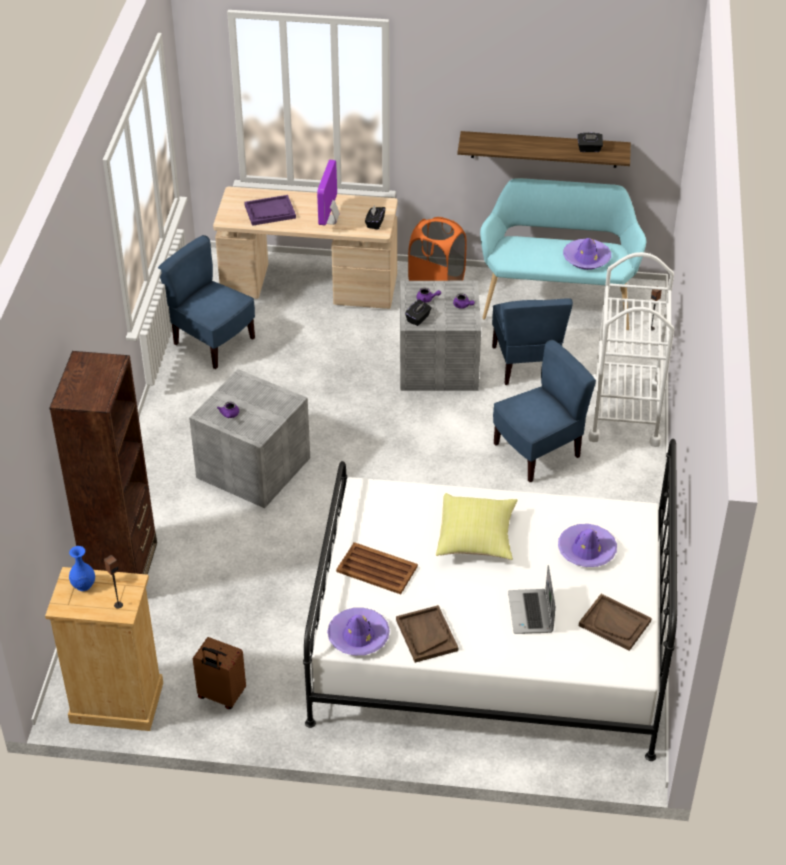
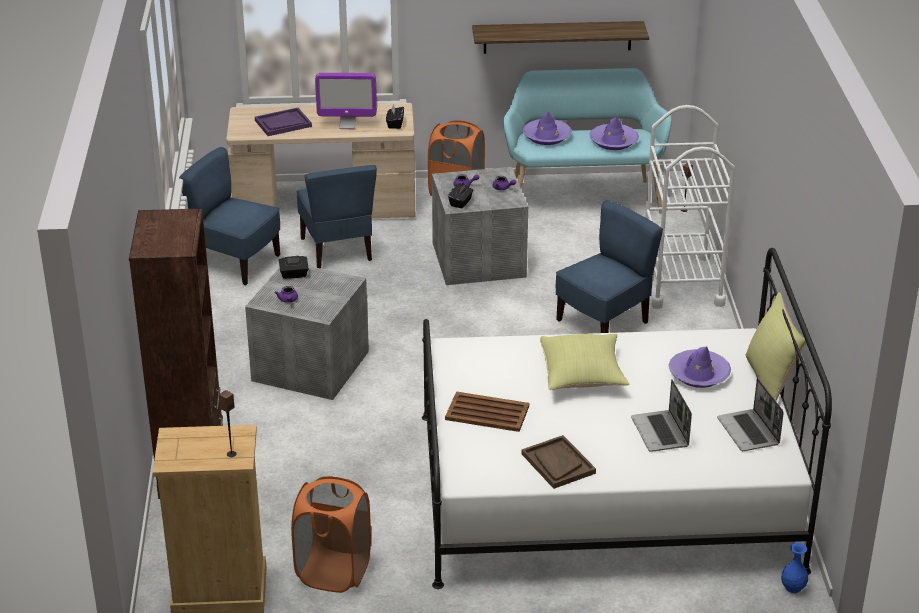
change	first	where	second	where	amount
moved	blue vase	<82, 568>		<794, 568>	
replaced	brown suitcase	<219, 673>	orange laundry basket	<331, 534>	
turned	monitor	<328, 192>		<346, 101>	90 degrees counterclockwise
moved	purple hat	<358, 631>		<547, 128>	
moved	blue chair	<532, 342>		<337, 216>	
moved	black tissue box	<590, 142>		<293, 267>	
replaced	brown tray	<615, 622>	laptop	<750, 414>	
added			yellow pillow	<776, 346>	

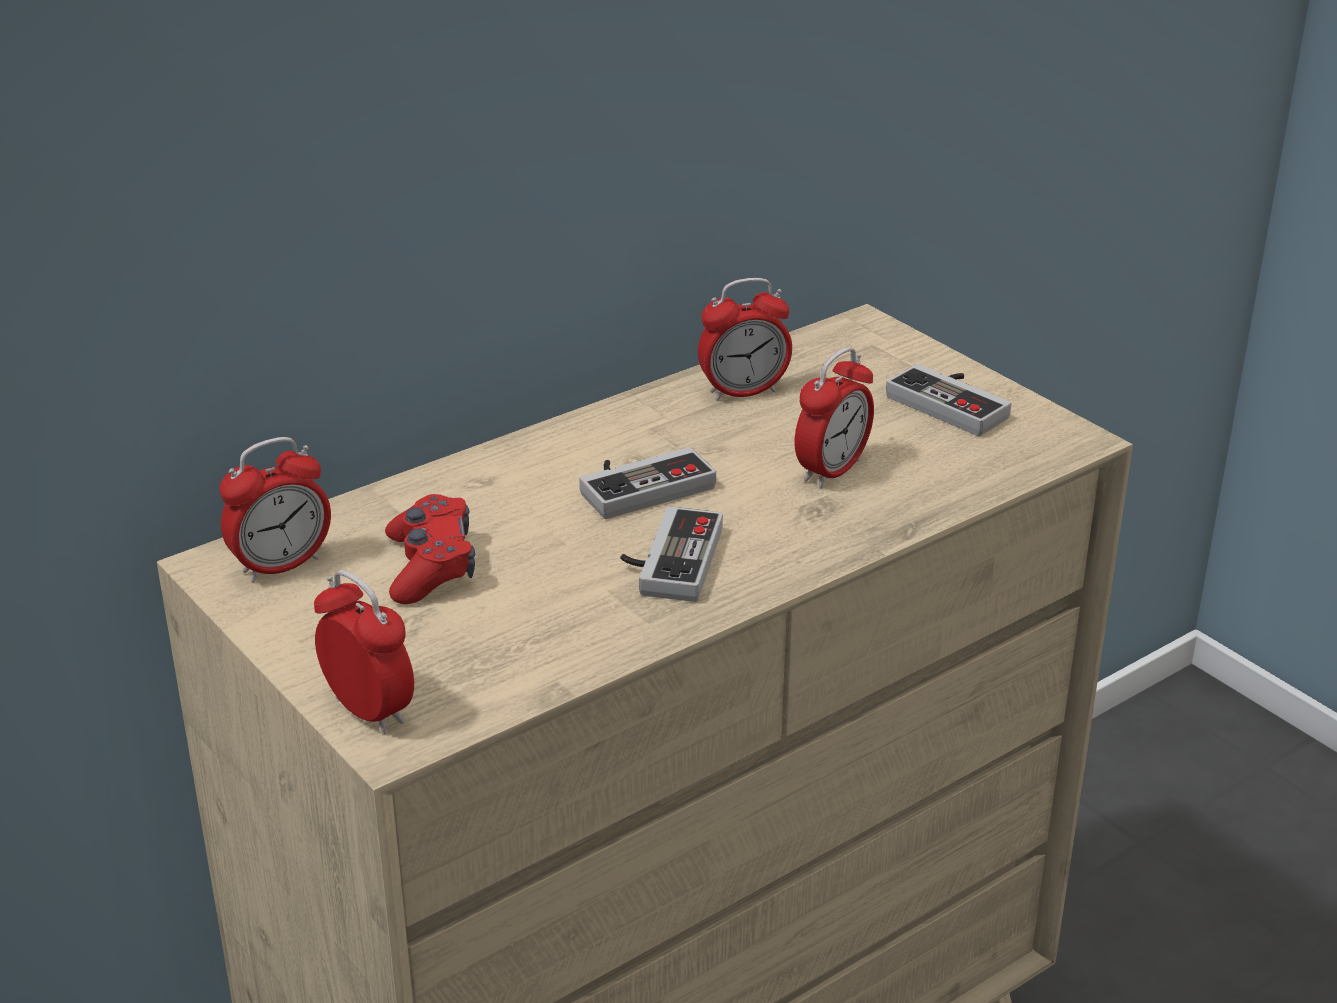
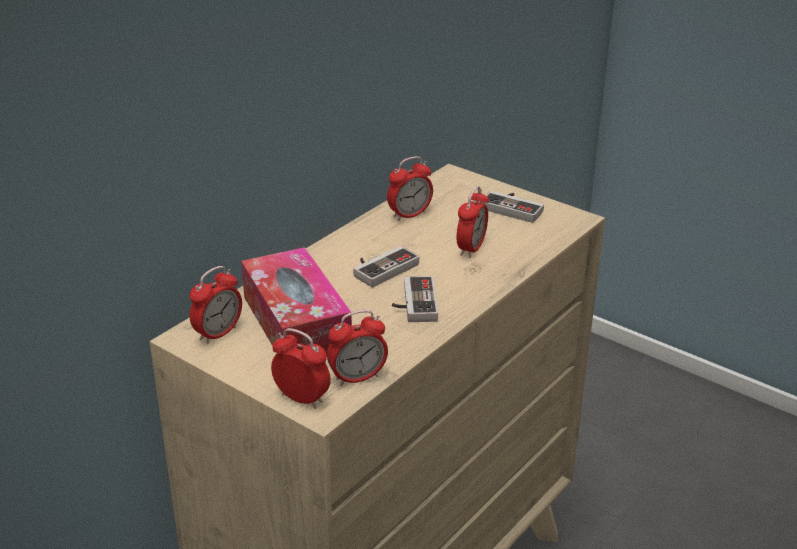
change	first	where	second	where	amount
replaced	red game controller	<430, 549>	tissue box	<296, 301>	
added			alarm clock	<357, 348>	

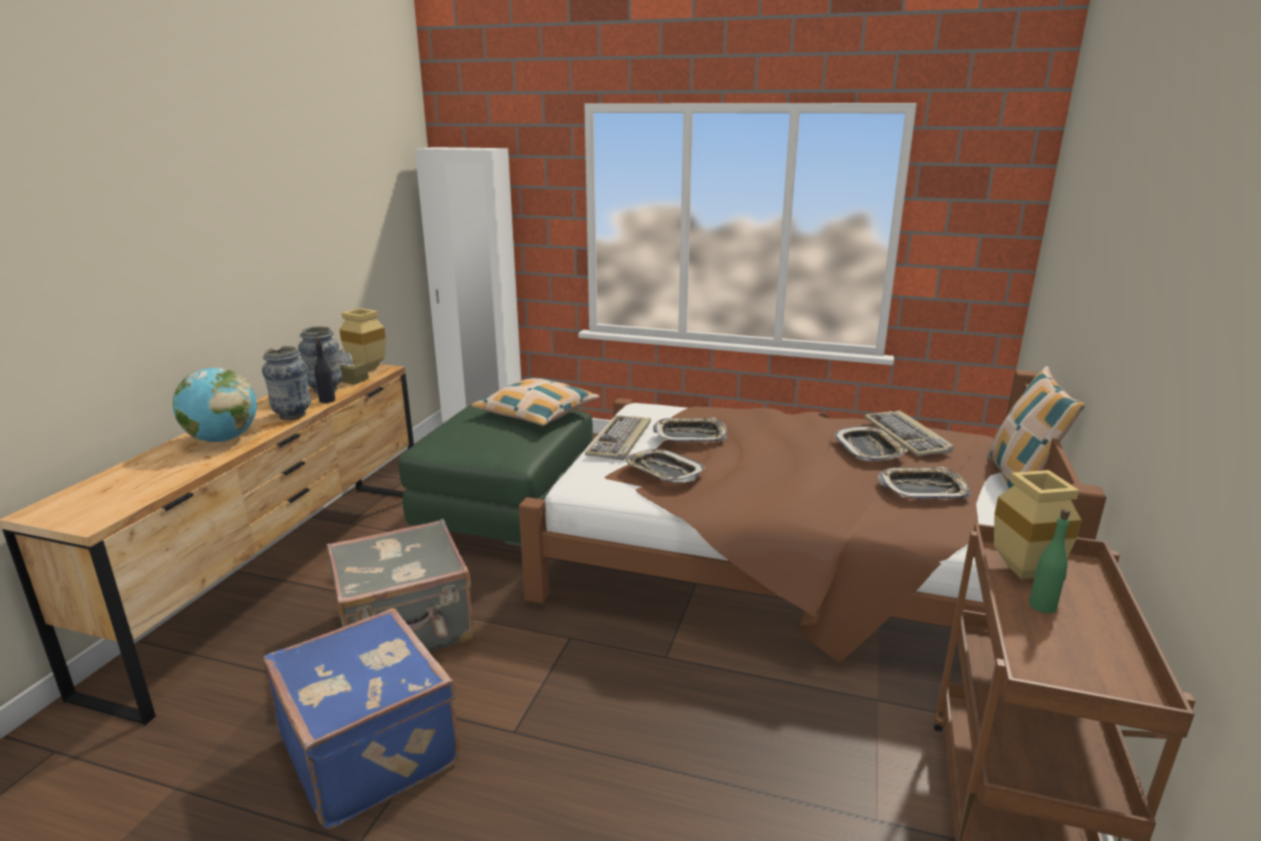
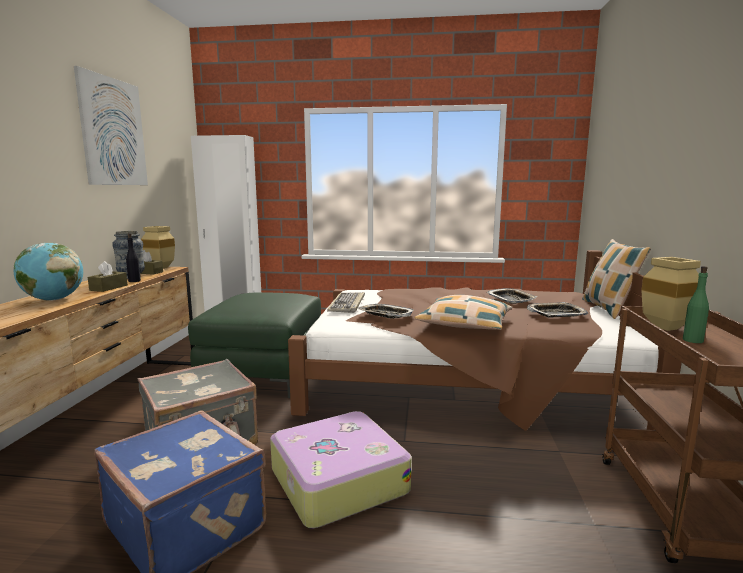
change	first	where	second	where	amount
replaced	vase	<286, 383>	brown tissue box	<108, 276>	
moved	pillow	<536, 402>		<463, 312>	
removed	tray	<690, 430>			
removed	keyboard	<909, 433>			
added			picture	<111, 125>	
added			suitcase	<340, 469>	

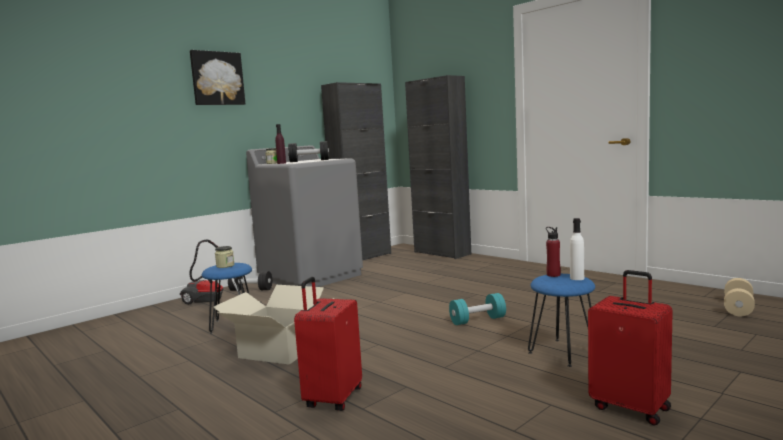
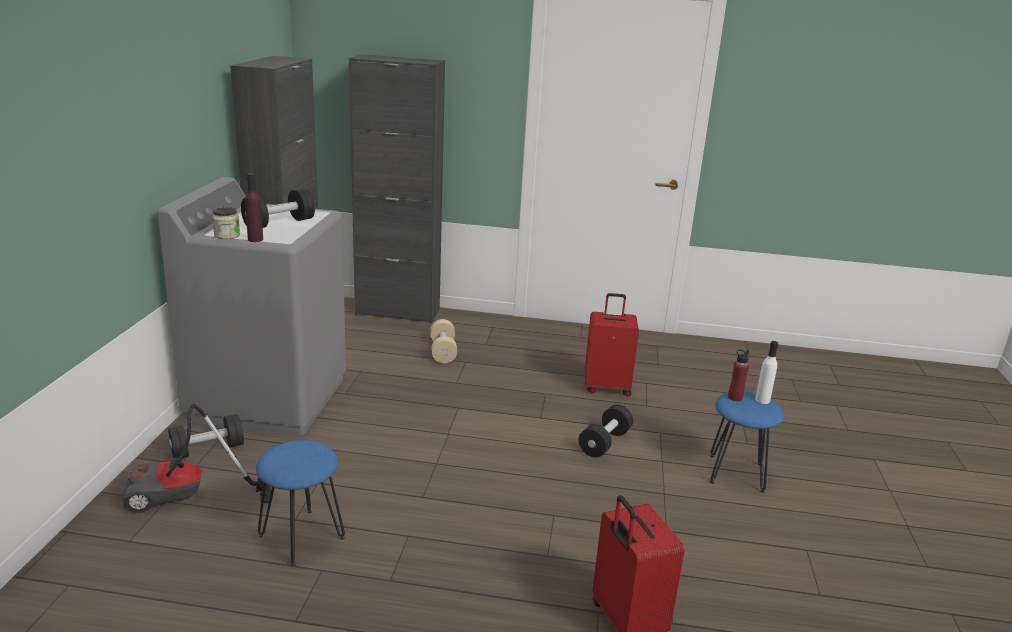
change	first	where	second	where	amount
removed	picture	<218, 77>			
removed	cardboard box	<273, 325>			
removed	jar	<224, 257>			
recoloured	turquoise dumbbell	<477, 309>	black dumbbell	<606, 431>	
moved	red suitcase	<630, 348>		<612, 345>	
moved	beige dumbbell	<739, 297>		<444, 341>	

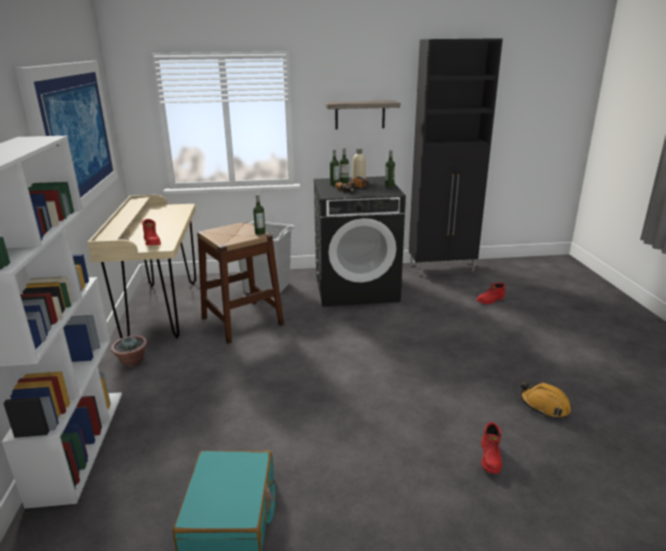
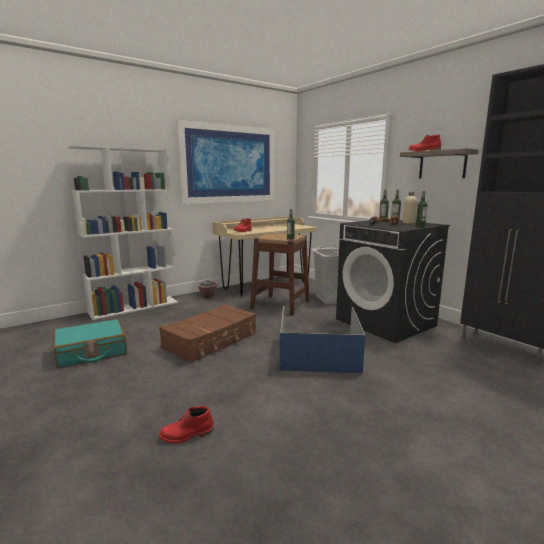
change	first	where	second	where	amount
moved	red boot	<490, 293>		<424, 143>	
removed	orange hard hat	<545, 400>			
added			brown suitcase	<207, 333>	
added			blue storage box	<322, 339>	

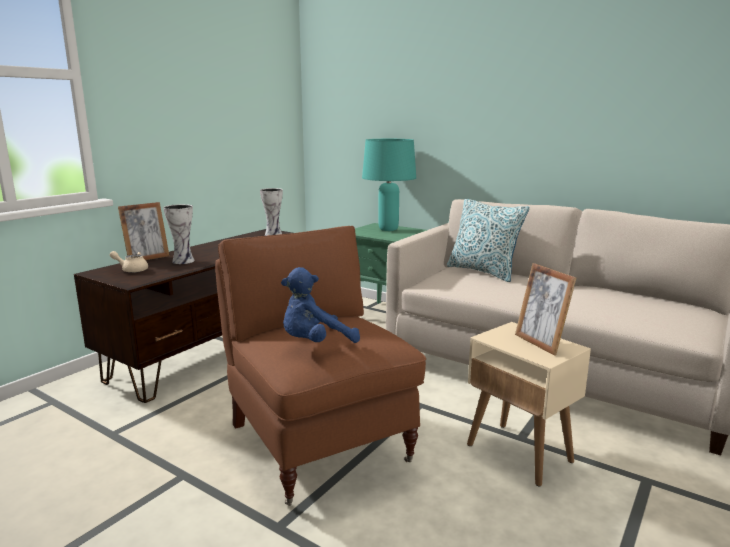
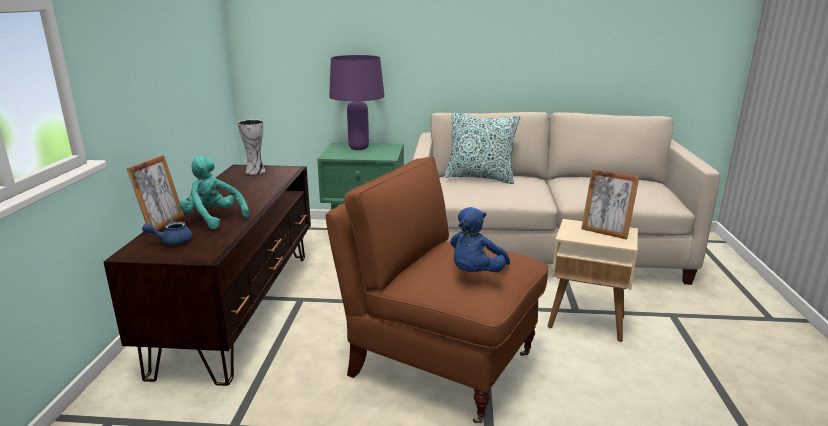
change	first	where	second	where	amount
recoloured	beige teapot	<129, 262>	blue teapot	<167, 232>	
replaced	vase	<179, 234>	turquoise plush toy	<214, 192>	
recoloured	turquoise table lamp	<389, 185>	purple table lamp	<357, 102>	

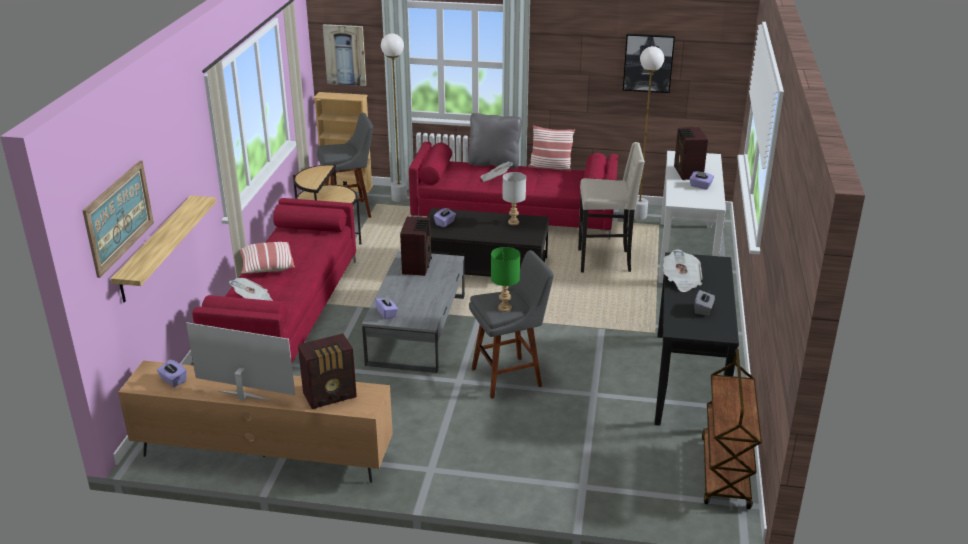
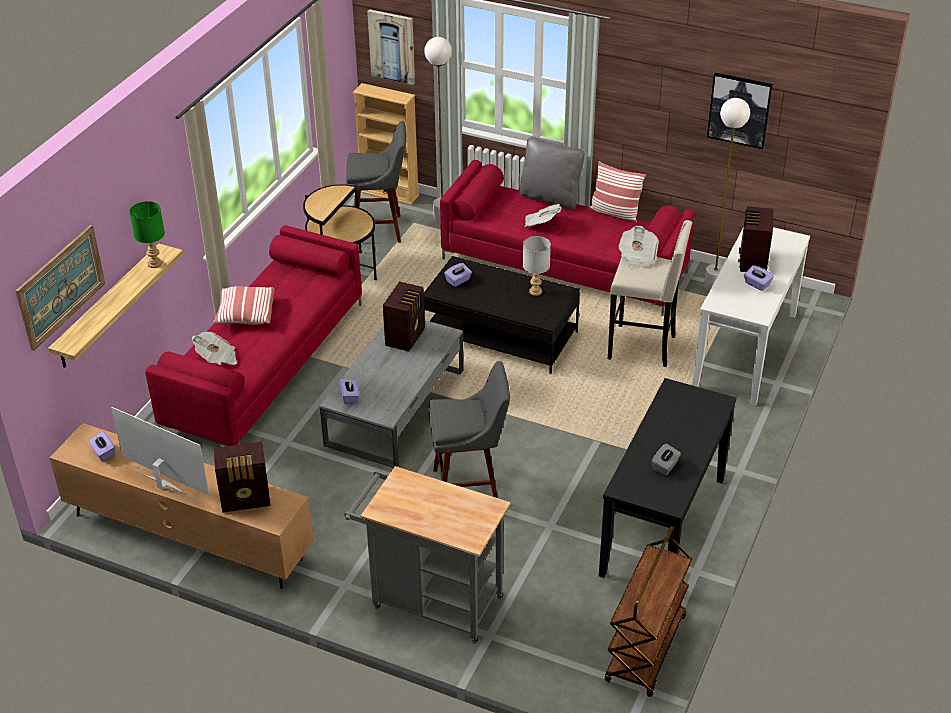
change	first	where	second	where	amount
moved	green table lamp	<505, 279>		<147, 234>	
moved	newspaper	<682, 271>		<638, 248>	
added			grey cart	<427, 555>	

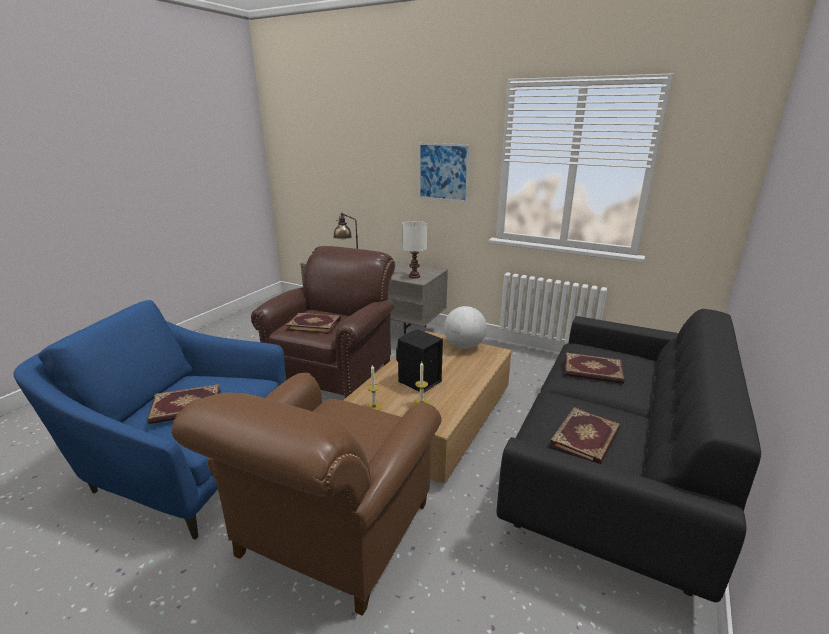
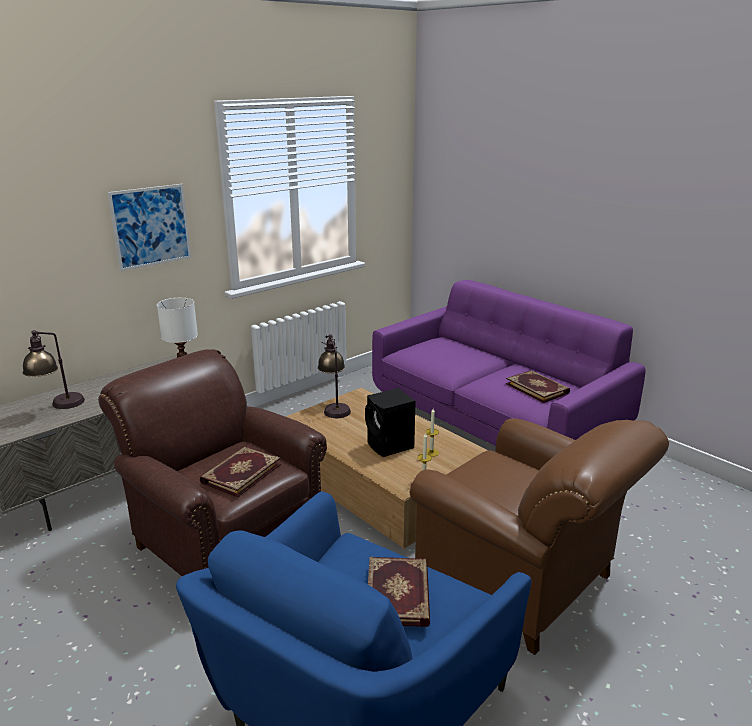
change	first	where	second	where	amount
replaced	globe	<465, 327>	table lamp	<334, 376>	
recoloured	black sofa	<629, 455>	purple sofa	<509, 363>	
removed	book	<595, 368>			

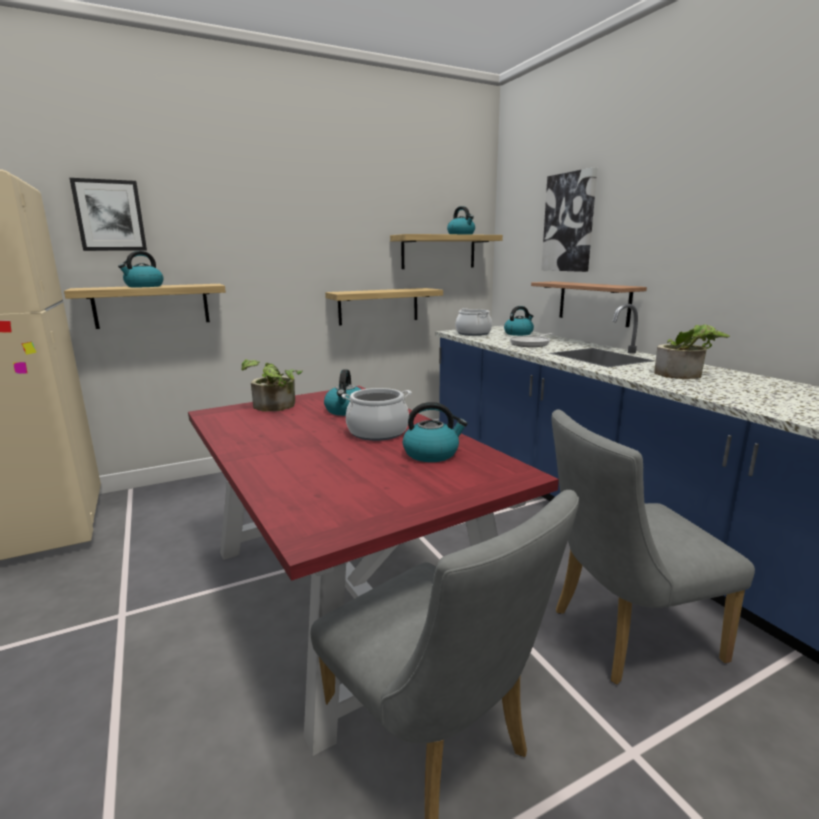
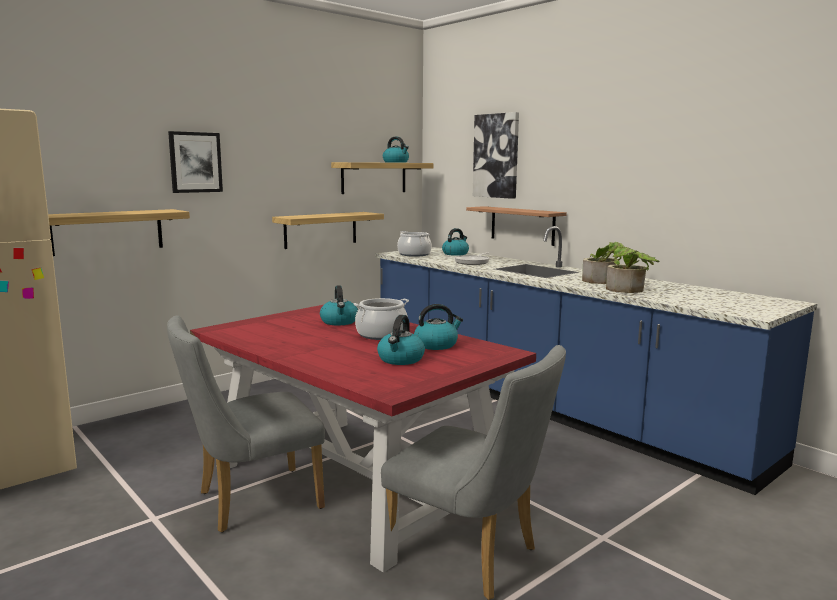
change	first	where	second	where	amount
moved	picture	<108, 214>		<195, 162>	
moved	kettle	<140, 269>		<401, 340>	
moved	potted plant	<272, 385>		<633, 270>	
moved	grey chair	<653, 547>		<246, 423>	

